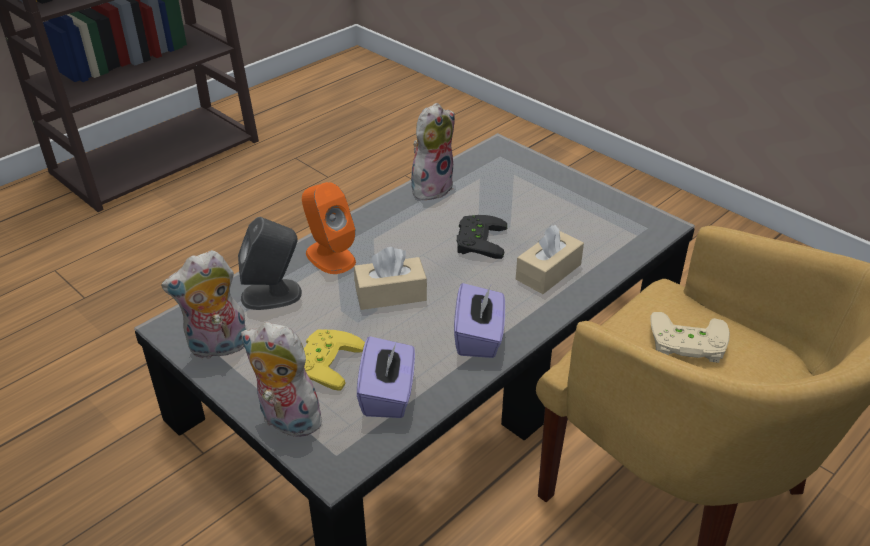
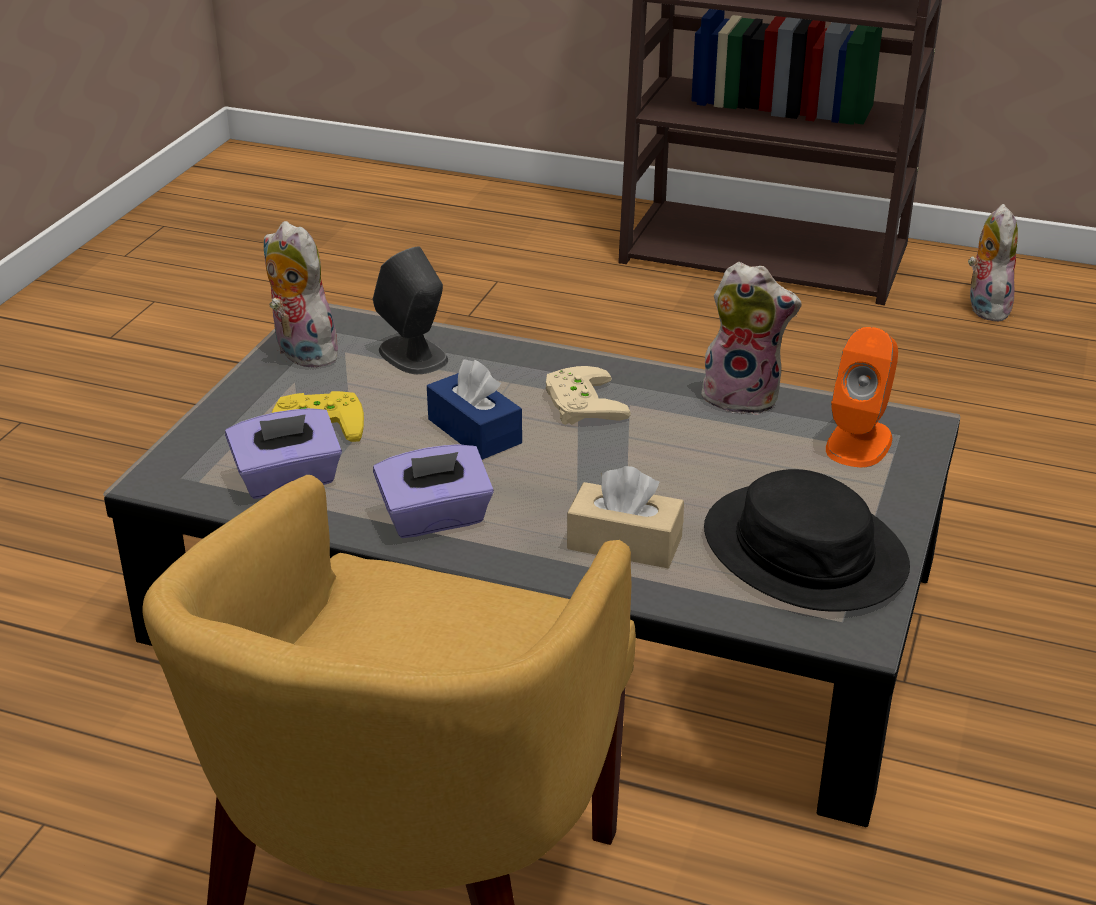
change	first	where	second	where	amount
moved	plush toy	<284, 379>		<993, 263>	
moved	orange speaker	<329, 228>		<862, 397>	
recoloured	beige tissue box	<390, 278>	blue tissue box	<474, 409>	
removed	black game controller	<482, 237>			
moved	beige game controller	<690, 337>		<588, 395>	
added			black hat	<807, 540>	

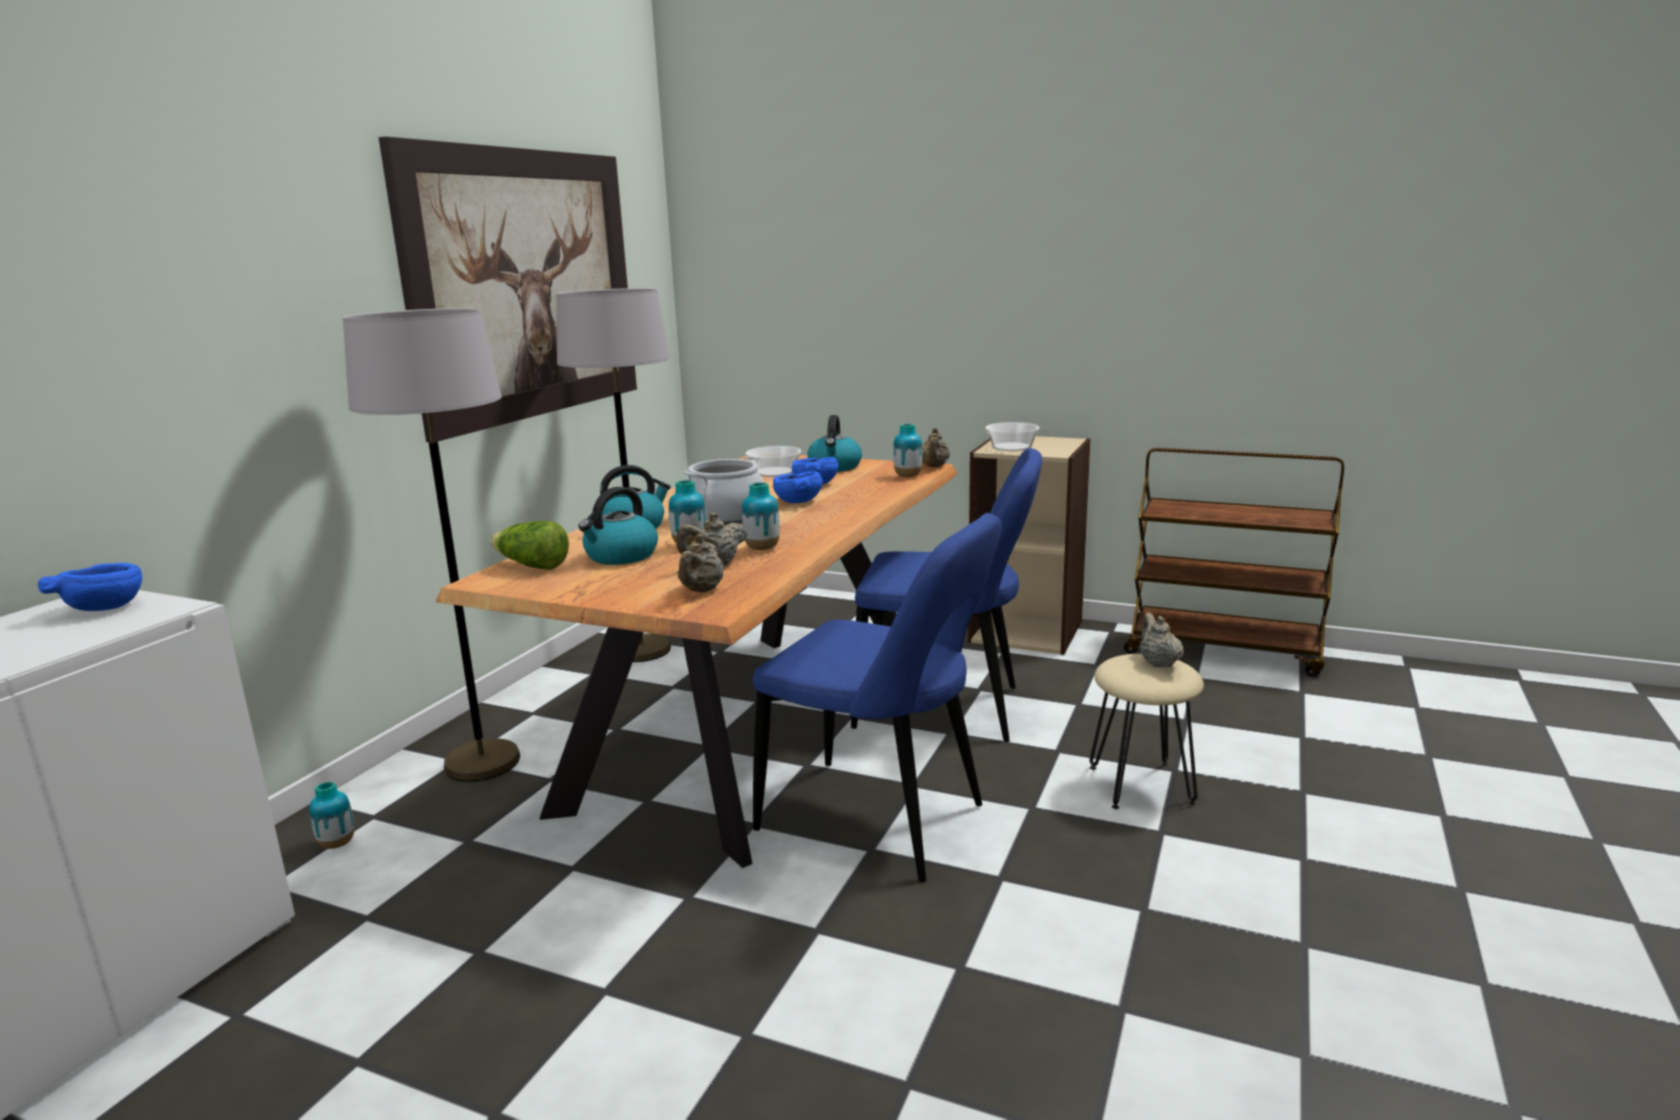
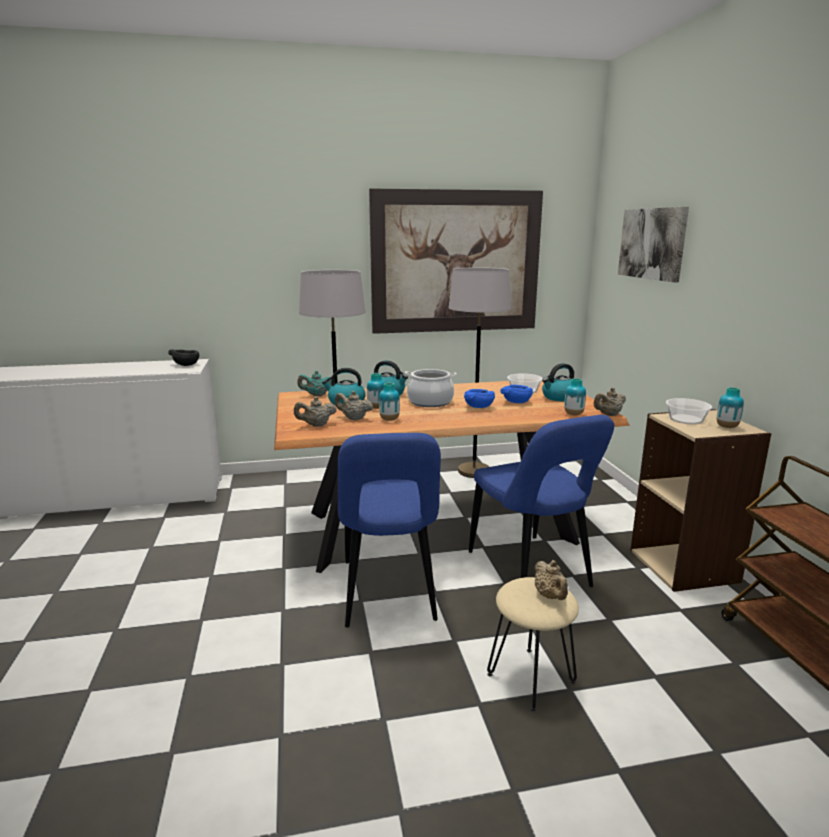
change	first	where	second	where	amount
recoloured	blue bowl	<90, 587>	black bowl	<183, 358>	
moved	vase	<331, 815>		<730, 407>	
replaced	lettuce	<529, 545>	turquoise teapot	<314, 383>	
turned	beige teapot	<1162, 640>		<551, 580>	120 degrees clockwise
added			picture	<653, 244>	

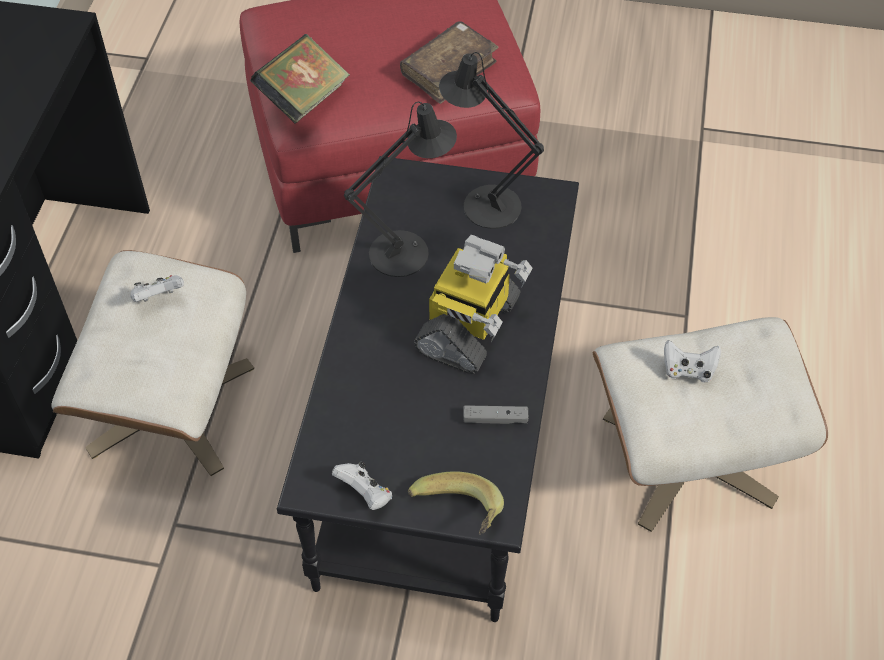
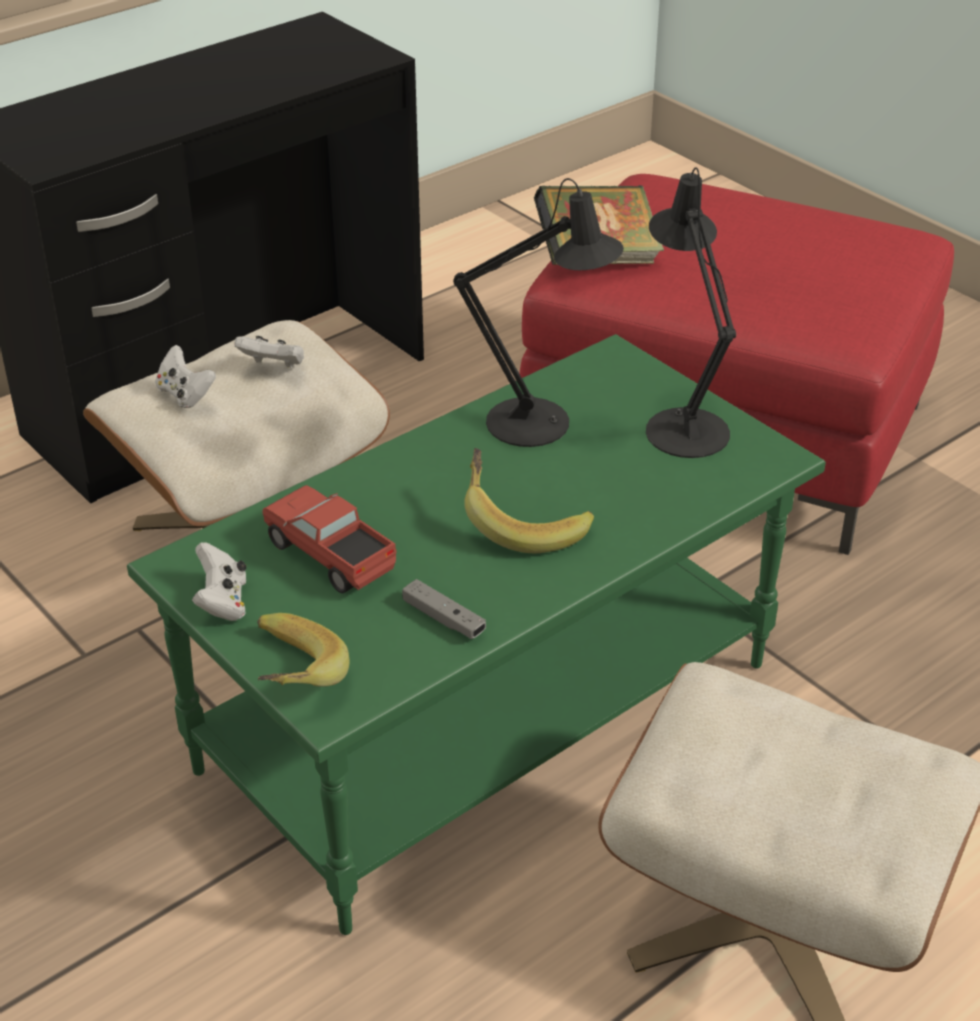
change	first	where	second	where	amount
recoloured	black coffee table	<428, 389>	green coffee table	<476, 634>	
removed	brown book	<449, 63>			
replaced	toy robot	<473, 304>	banana	<529, 500>	
moved	white game controller	<692, 361>		<185, 376>	
added			toy truck	<329, 539>	

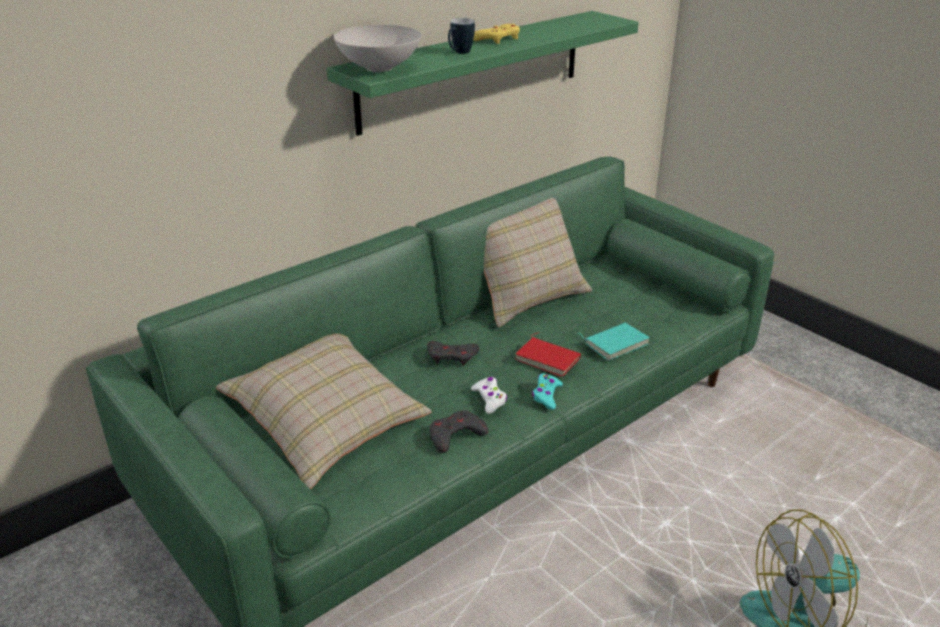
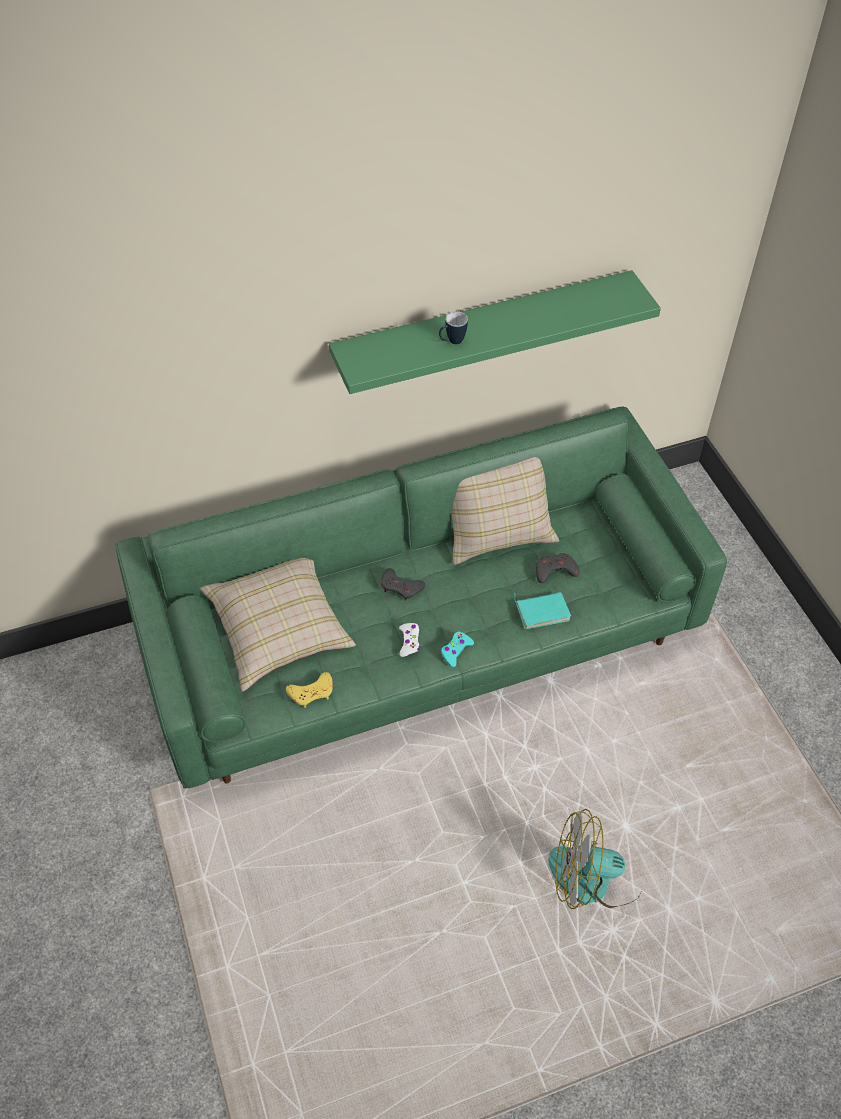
change	first	where	second	where	amount
removed	white bowl	<377, 48>			
moved	grey game controller	<459, 431>		<558, 568>	
moved	yellow game controller	<496, 34>		<309, 690>	
removed	red book	<547, 354>			

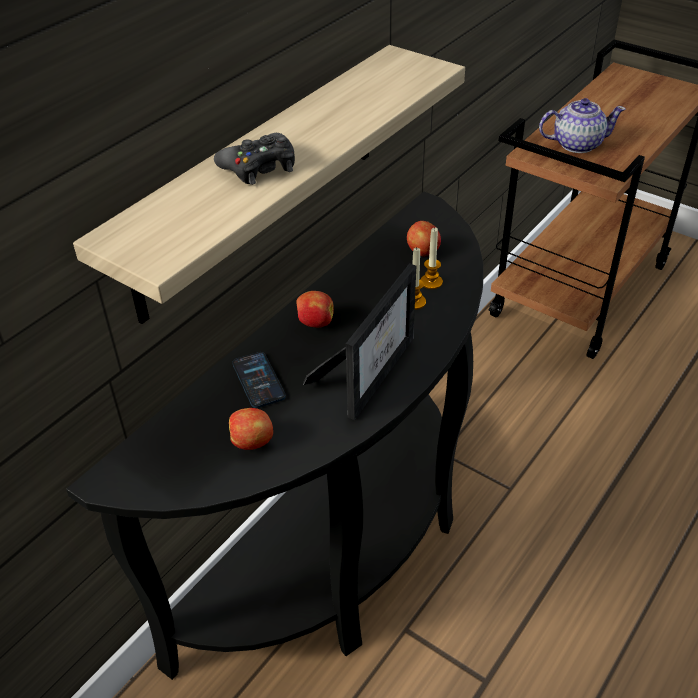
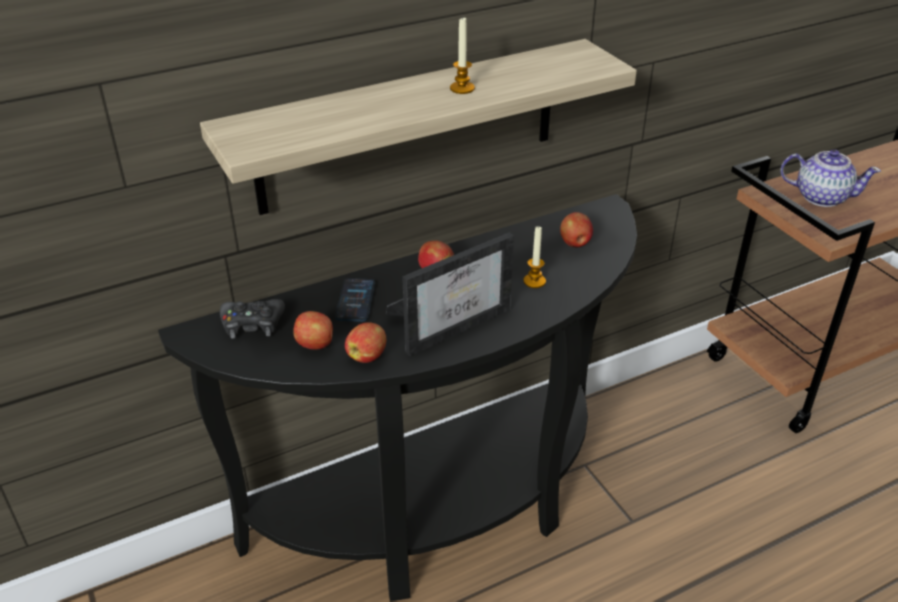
change	first	where	second	where	amount
moved	black game controller	<254, 159>		<252, 318>	
moved	candle	<432, 258>		<462, 56>	
added			apple	<366, 342>	

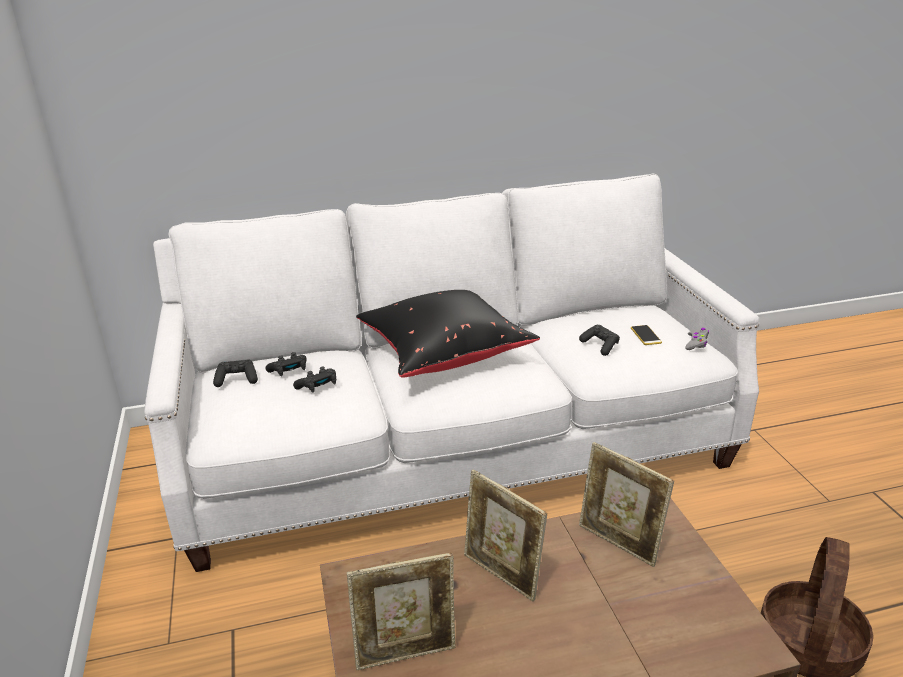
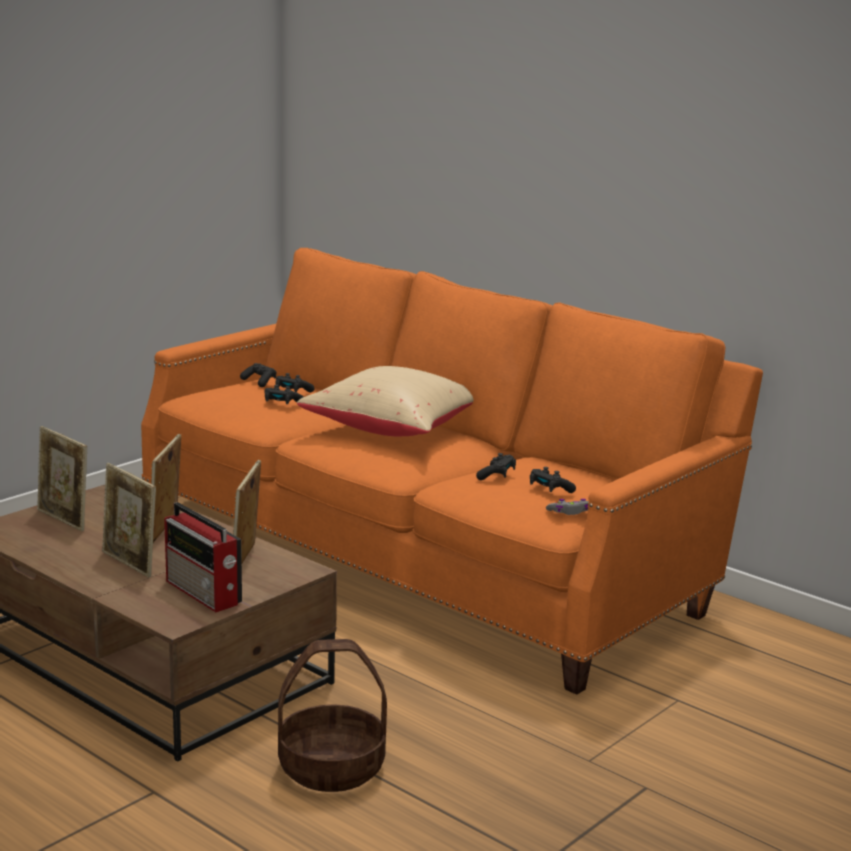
change	first	where	second	where	amount
recoloured	white sofa	<451, 372>	orange sofa	<452, 471>	
recoloured	black pillow	<448, 334>	beige pillow	<385, 401>	
replaced	phone	<646, 335>	black game controller	<553, 480>	
added			picture frame	<129, 520>	
added			radio	<203, 557>	

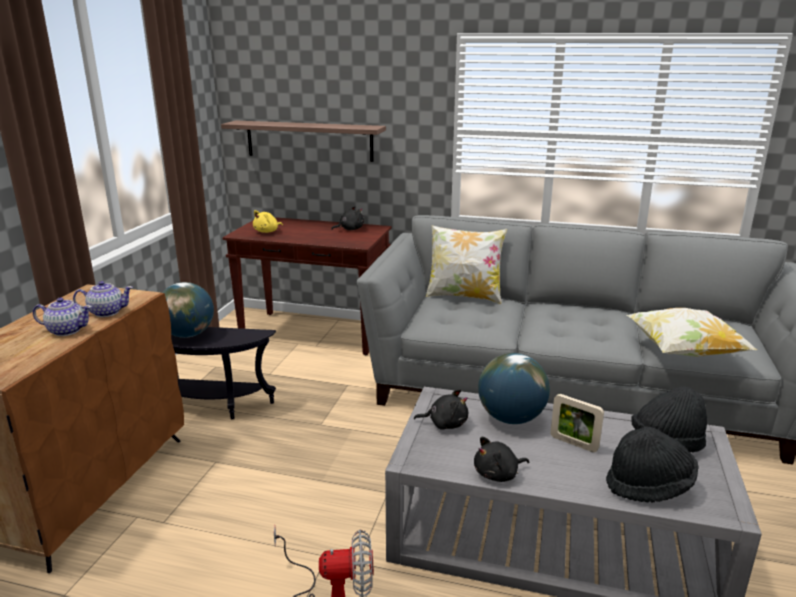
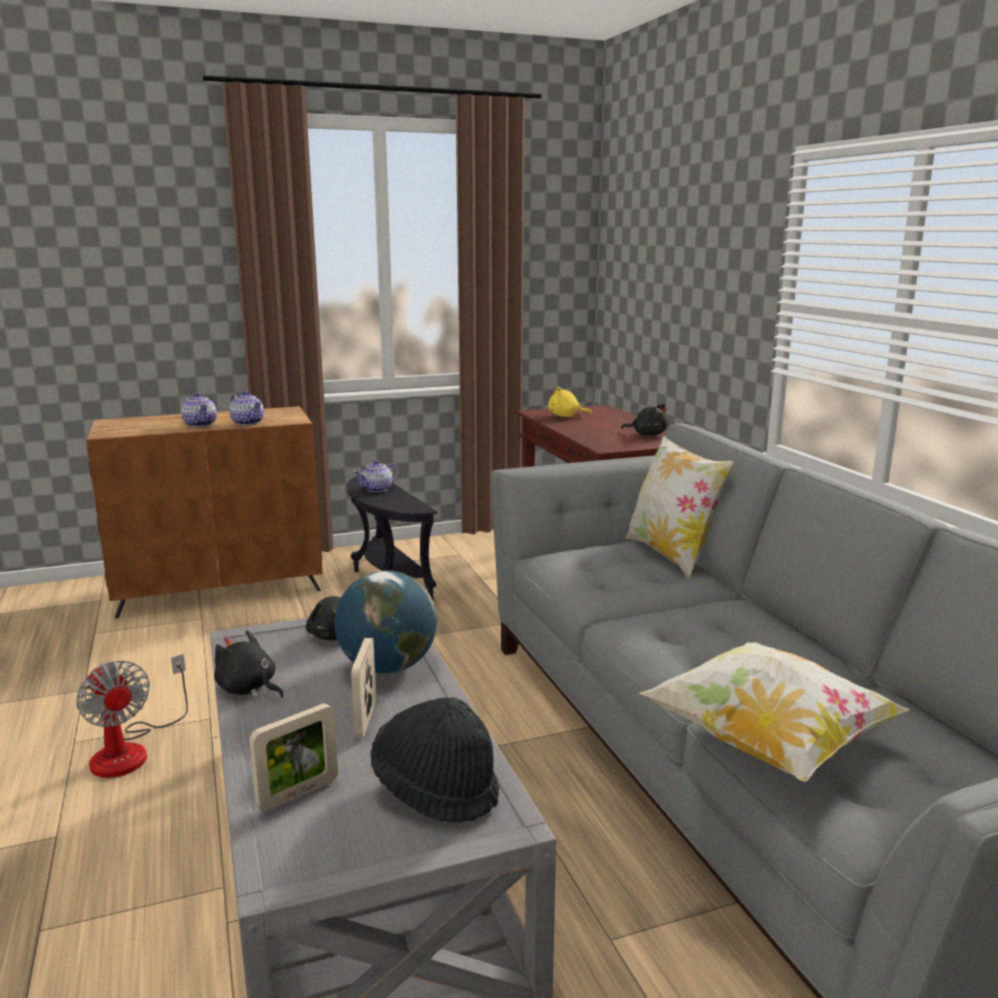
change	first	where	second	where	amount
replaced	globe	<188, 310>	teapot	<376, 476>	
removed	shelf	<303, 141>			
replaced	black hat	<652, 465>	picture frame	<293, 757>	

